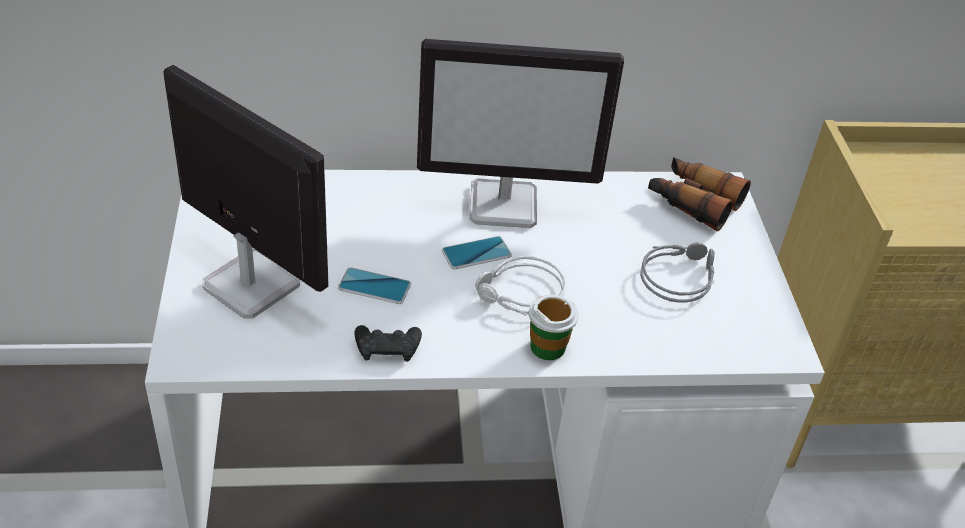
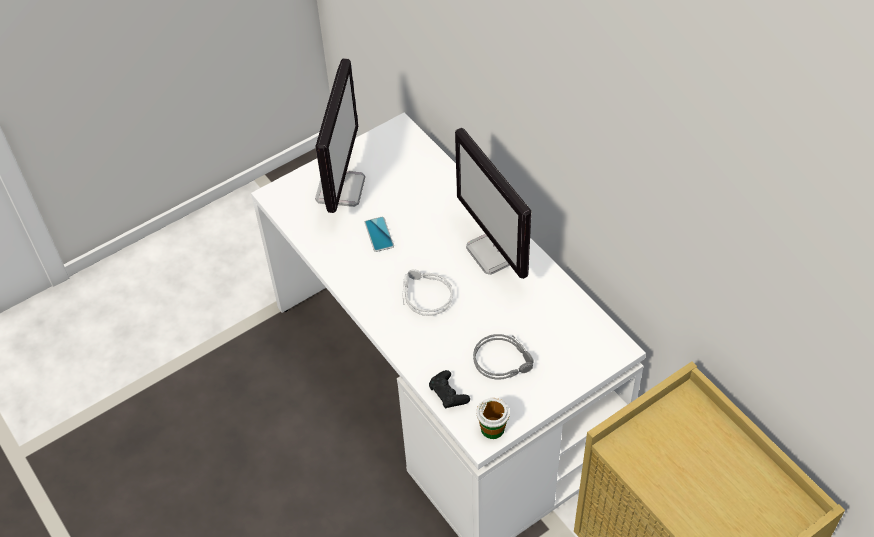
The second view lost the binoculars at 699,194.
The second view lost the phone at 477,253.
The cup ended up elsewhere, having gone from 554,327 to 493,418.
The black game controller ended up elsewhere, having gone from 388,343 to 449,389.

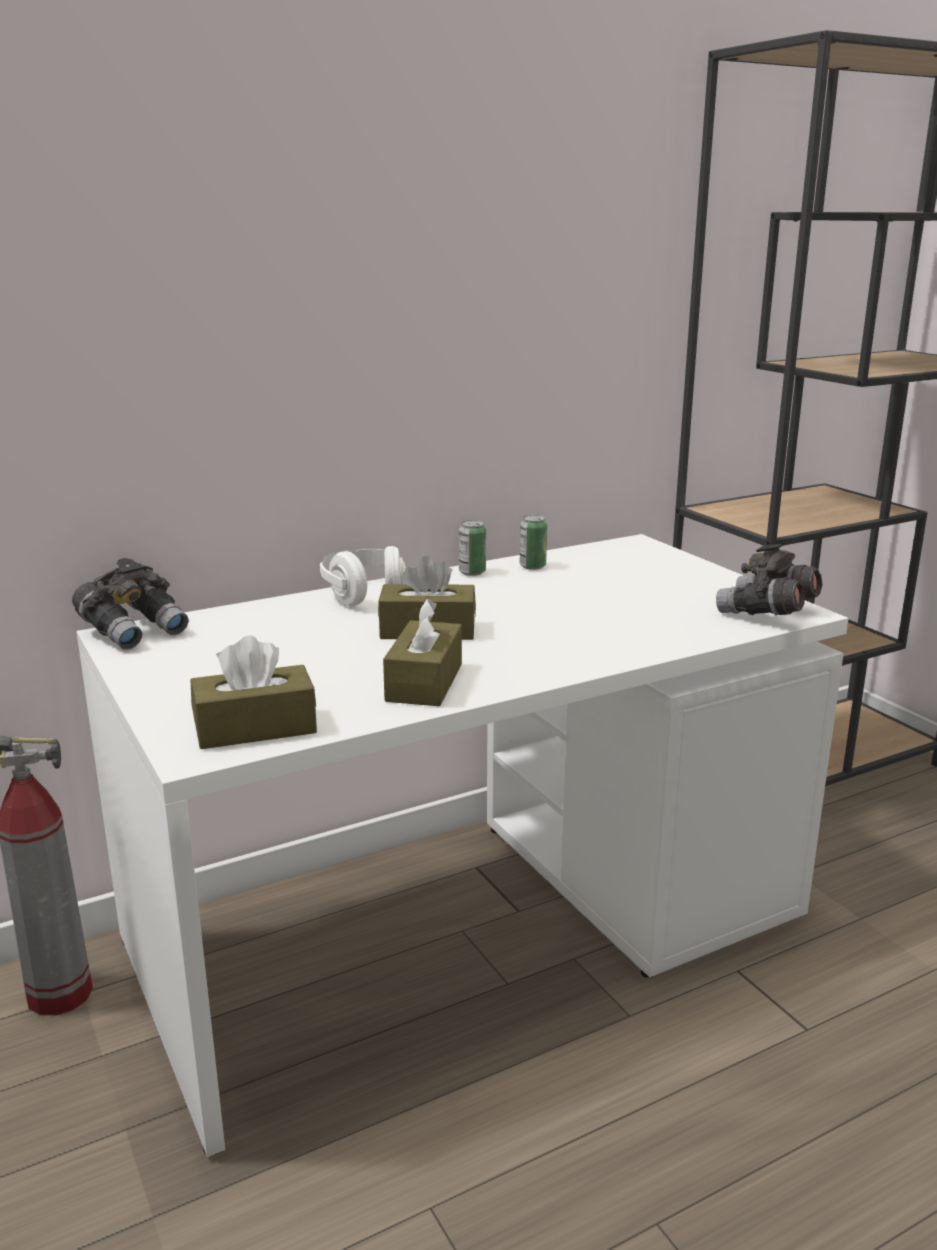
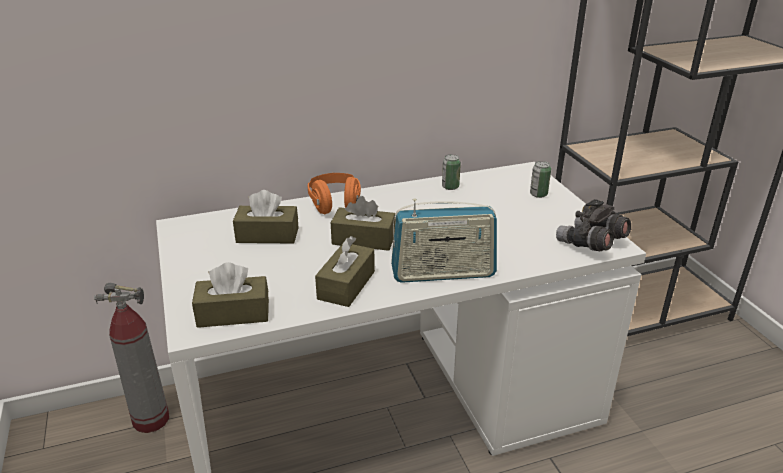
The can ended up elsewhere, having gone from 472,548 to 540,179.
What was the white headphones at 363,576 turned into the orange headphones at 334,193.
The second view lost the grey binoculars at 130,604.
The second view gained the brown tissue box at 266,217.
The second view gained the radio at 444,240.

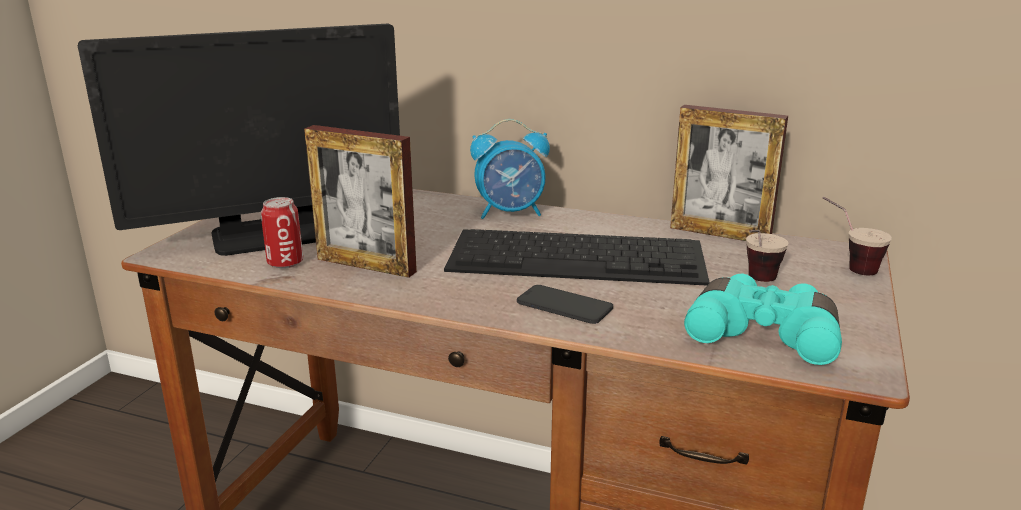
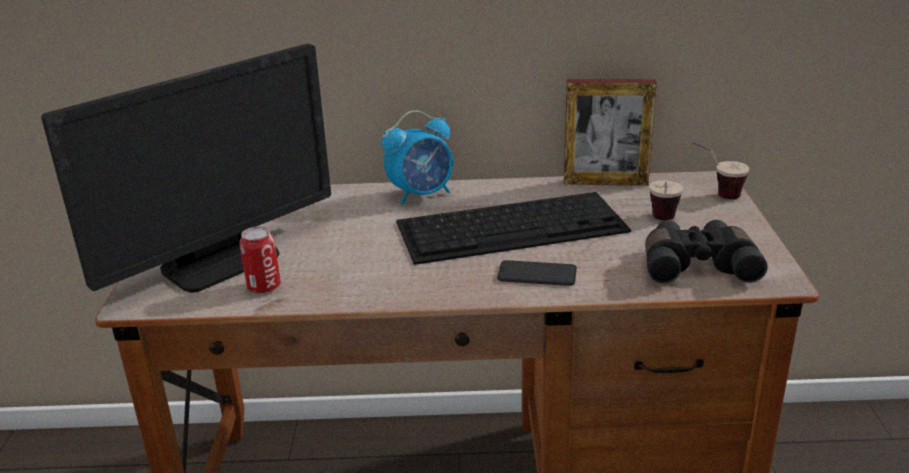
The second view lost the picture frame at 360,201.
What was the turquoise binoculars at 763,319 turned into the black binoculars at 706,251.

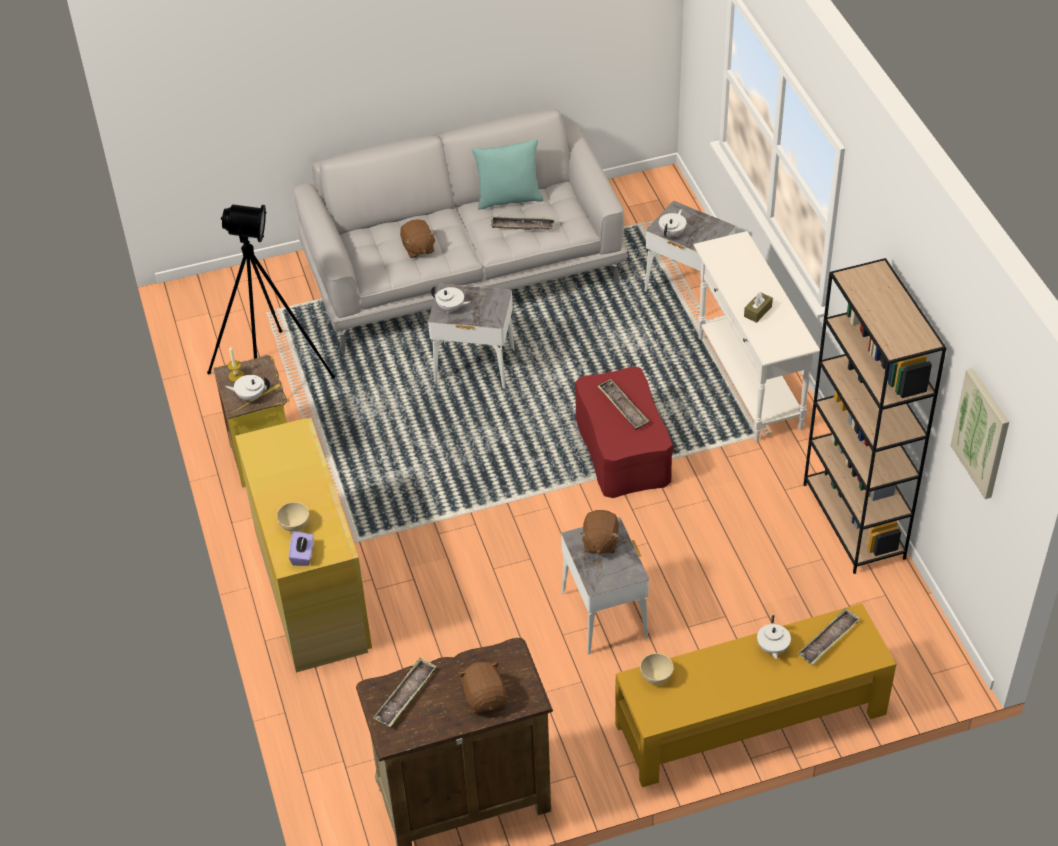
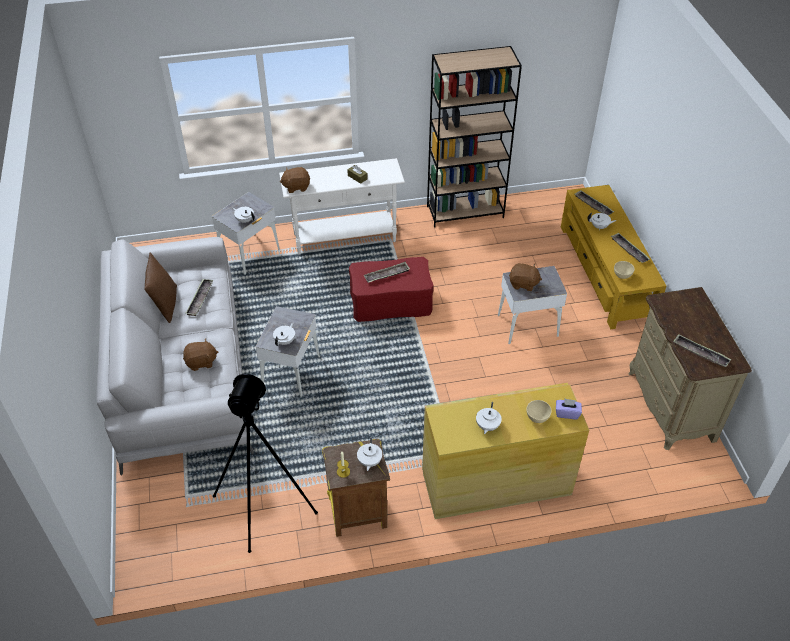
What was the turquoise pillow at 508,174 turned into the brown pillow at 160,287.
The second view lost the picture at 979,433.
The brown plush toy ended up elsewhere, having gone from 482,687 to 295,180.
The second view gained the tray at 630,248.
The second view gained the white teapot at 489,418.

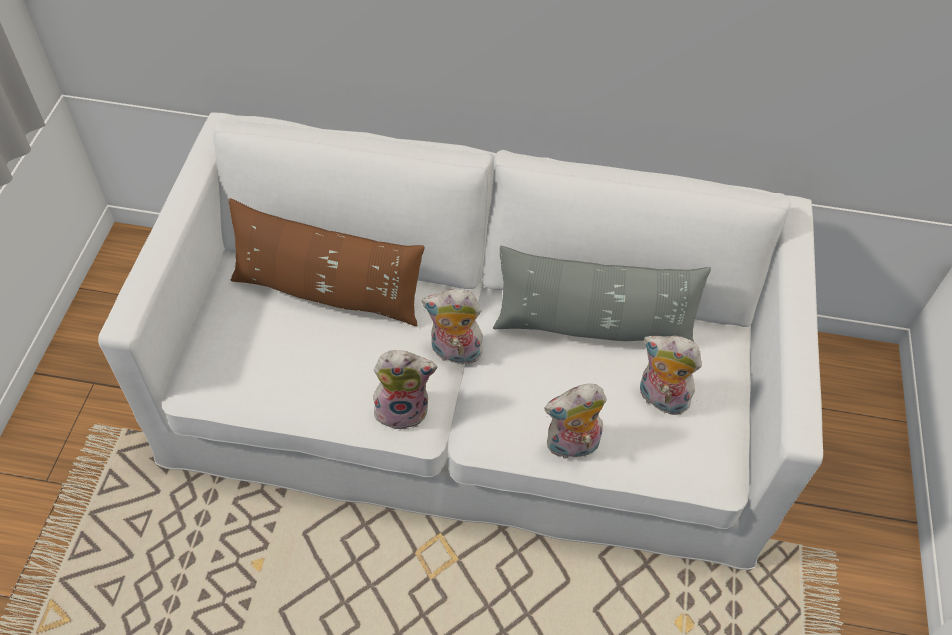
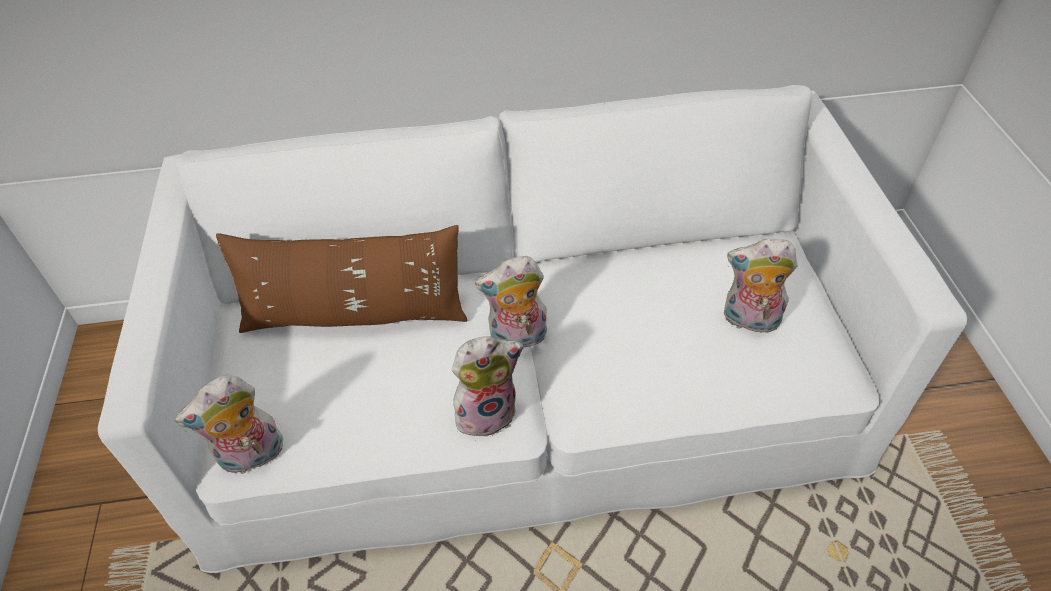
The second view lost the grey pillow at 602,294.
The plush toy ended up elsewhere, having gone from 575,421 to 229,425.

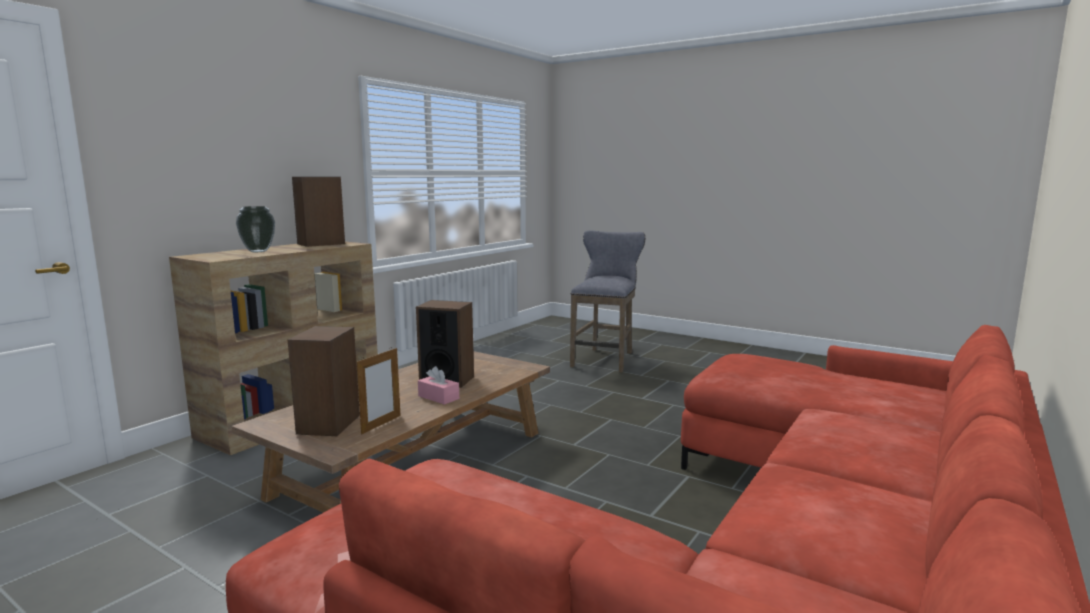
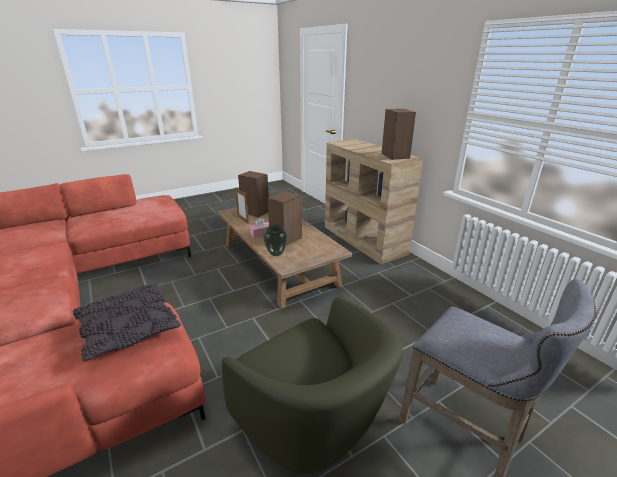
The vase ended up elsewhere, having gone from 255,229 to 275,240.
The second view gained the black pillow at 127,322.
The second view gained the green armchair at 312,385.

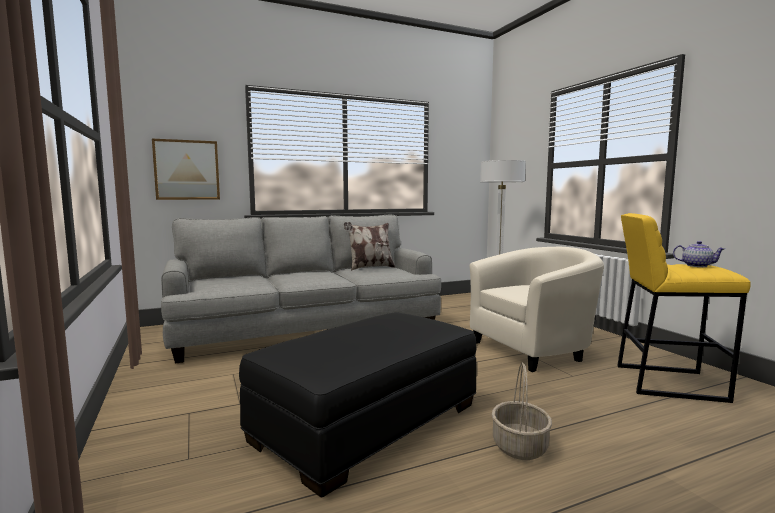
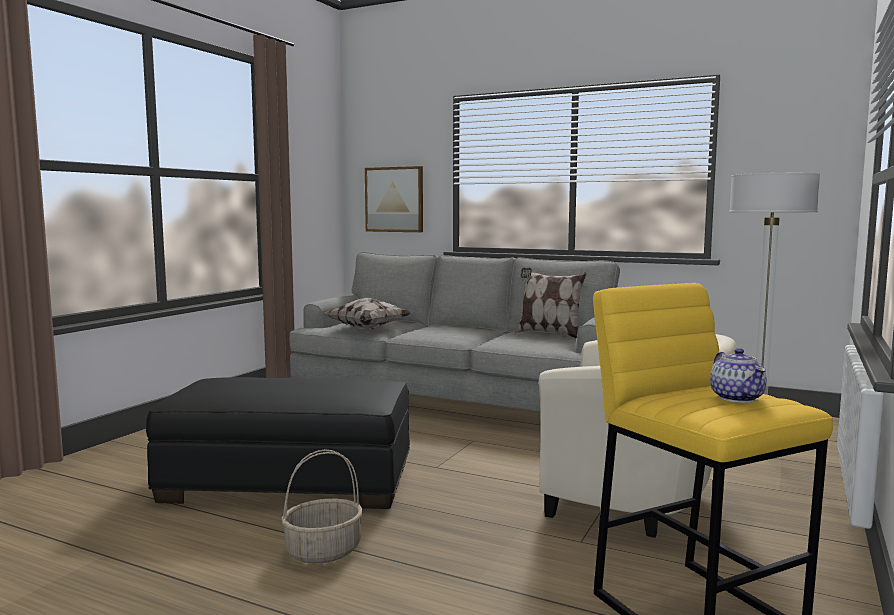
The second view gained the pillow at 367,313.

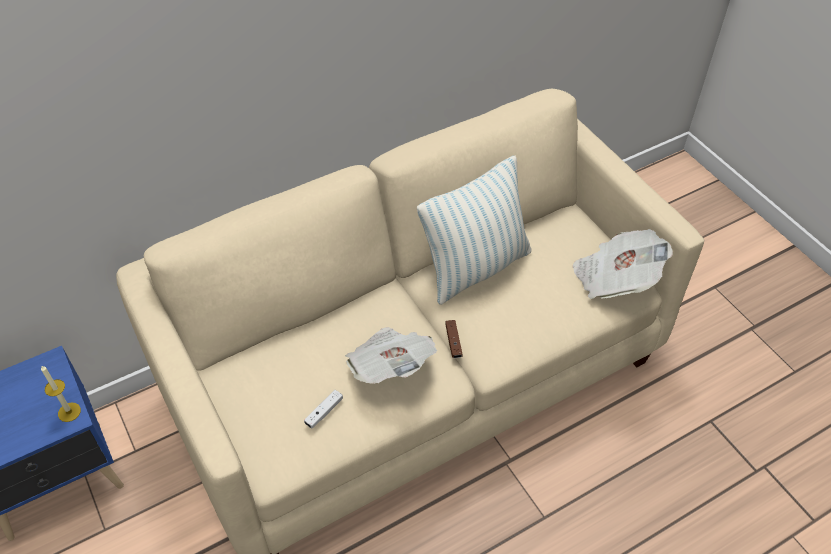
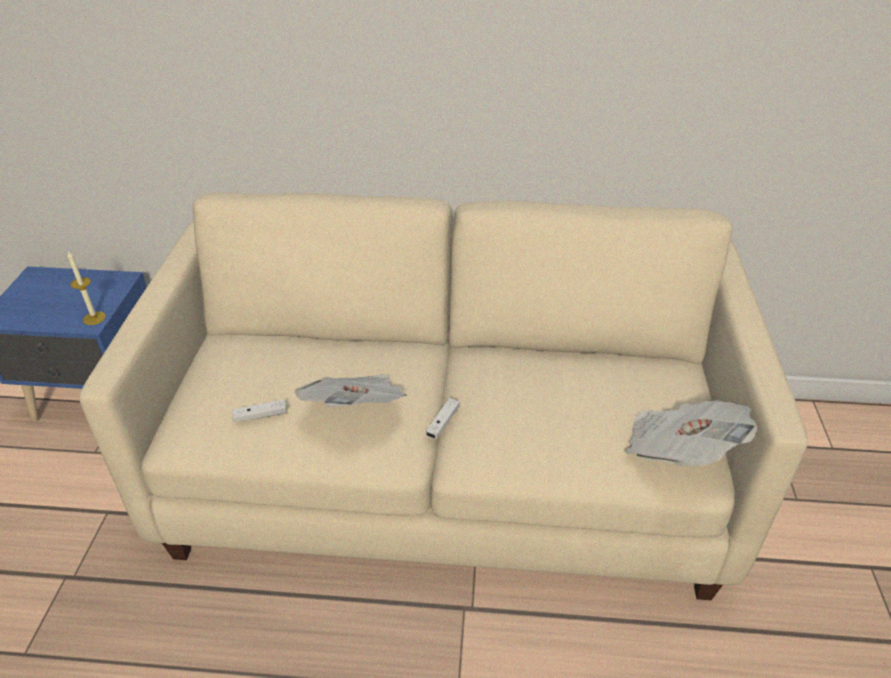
The second view lost the pillow at 474,230.
What was the brown game controller at 454,339 turned into the white game controller at 443,418.

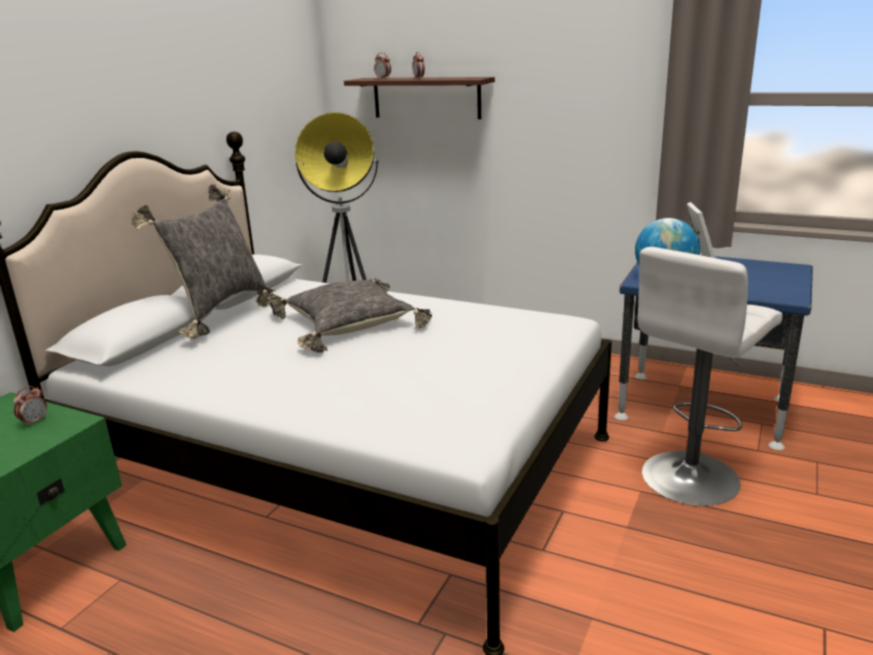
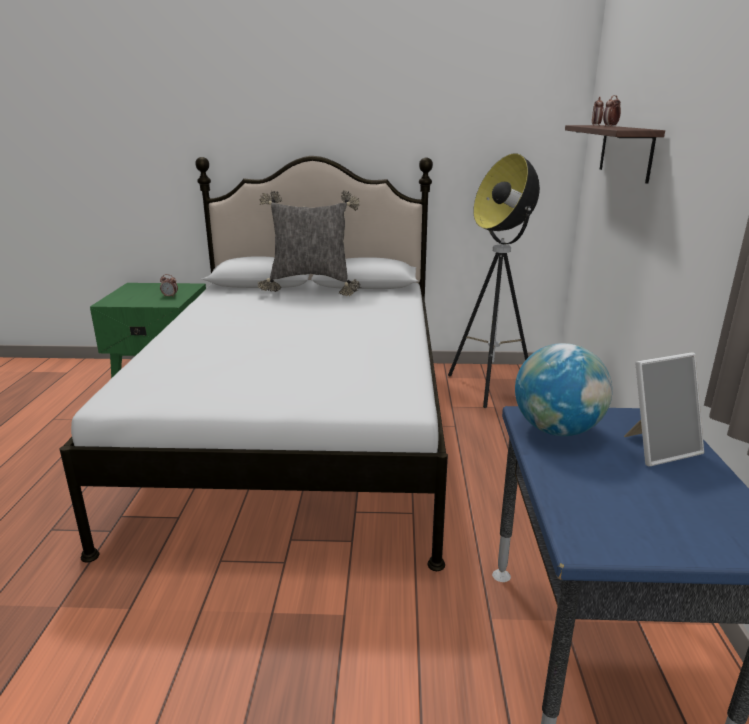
The second view lost the white stool at 710,376.
The second view lost the pillow at 350,315.

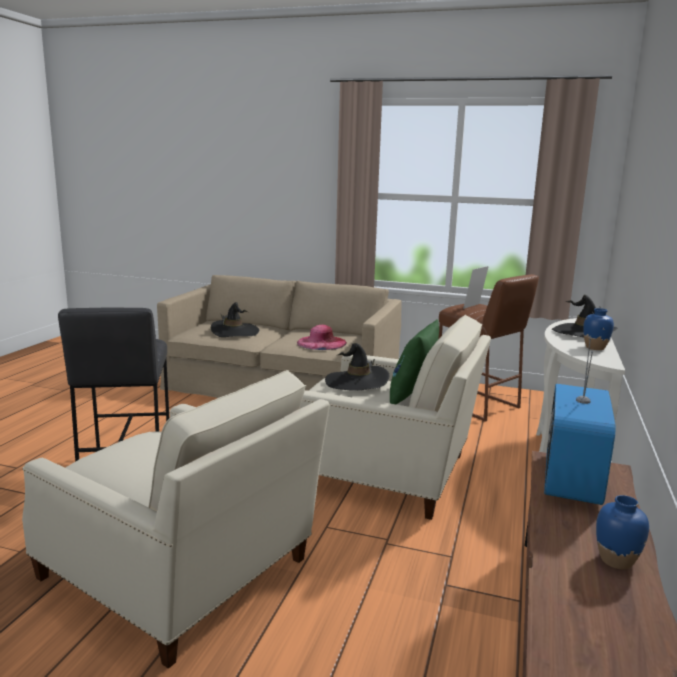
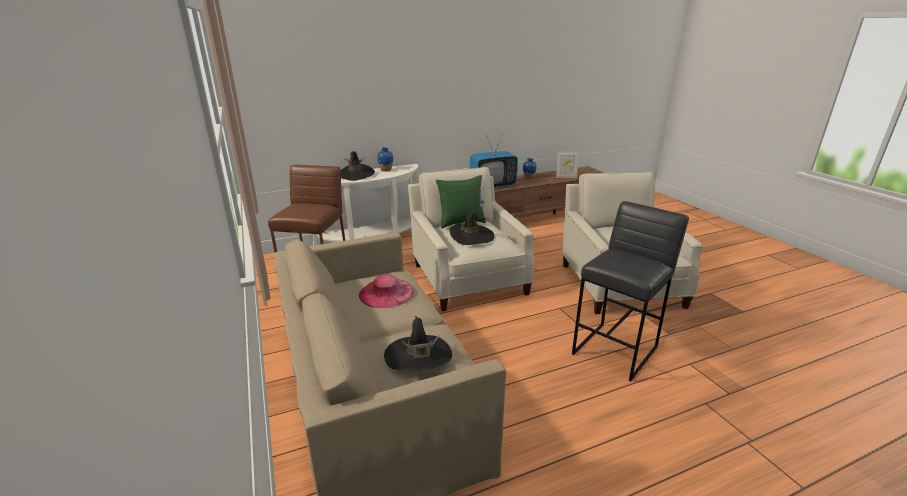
The picture frame ended up elsewhere, having gone from 476,287 to 567,164.

